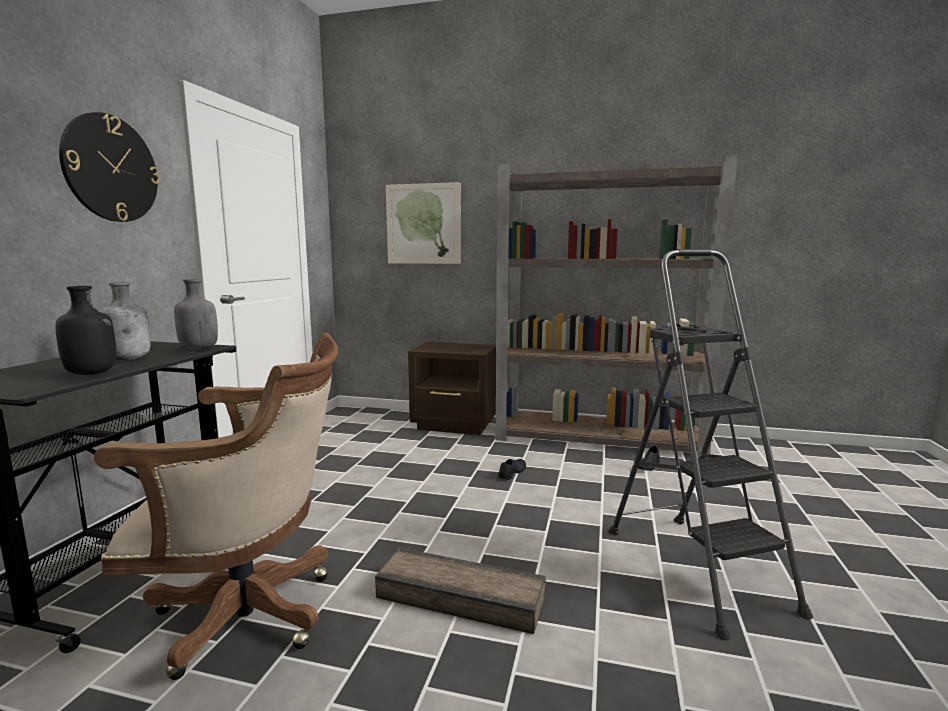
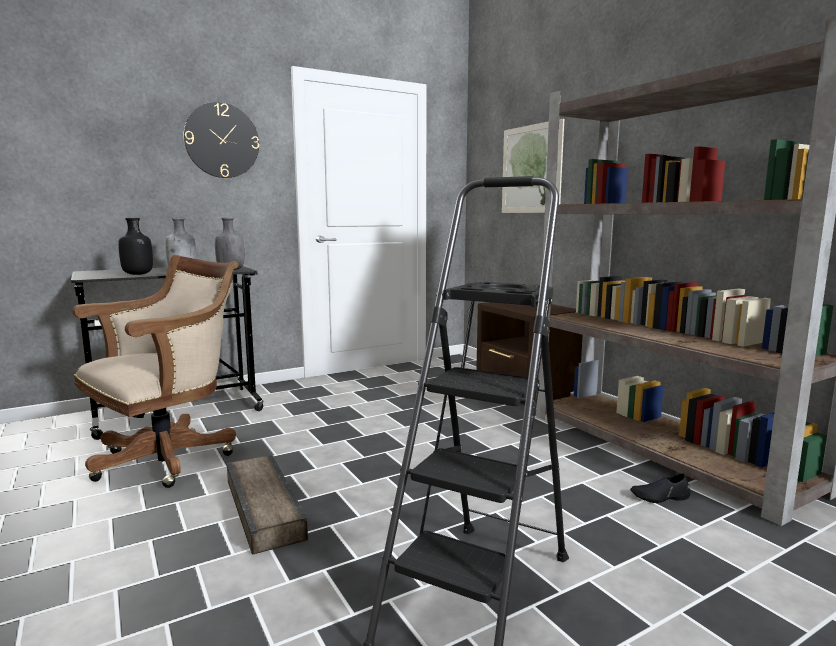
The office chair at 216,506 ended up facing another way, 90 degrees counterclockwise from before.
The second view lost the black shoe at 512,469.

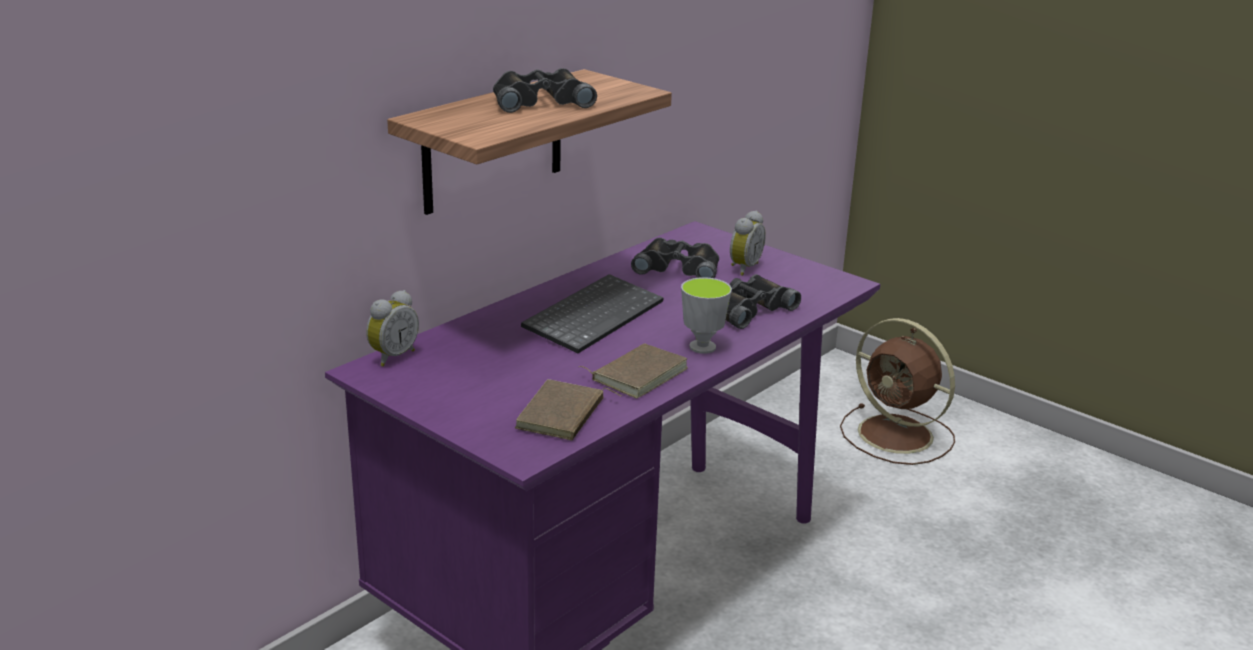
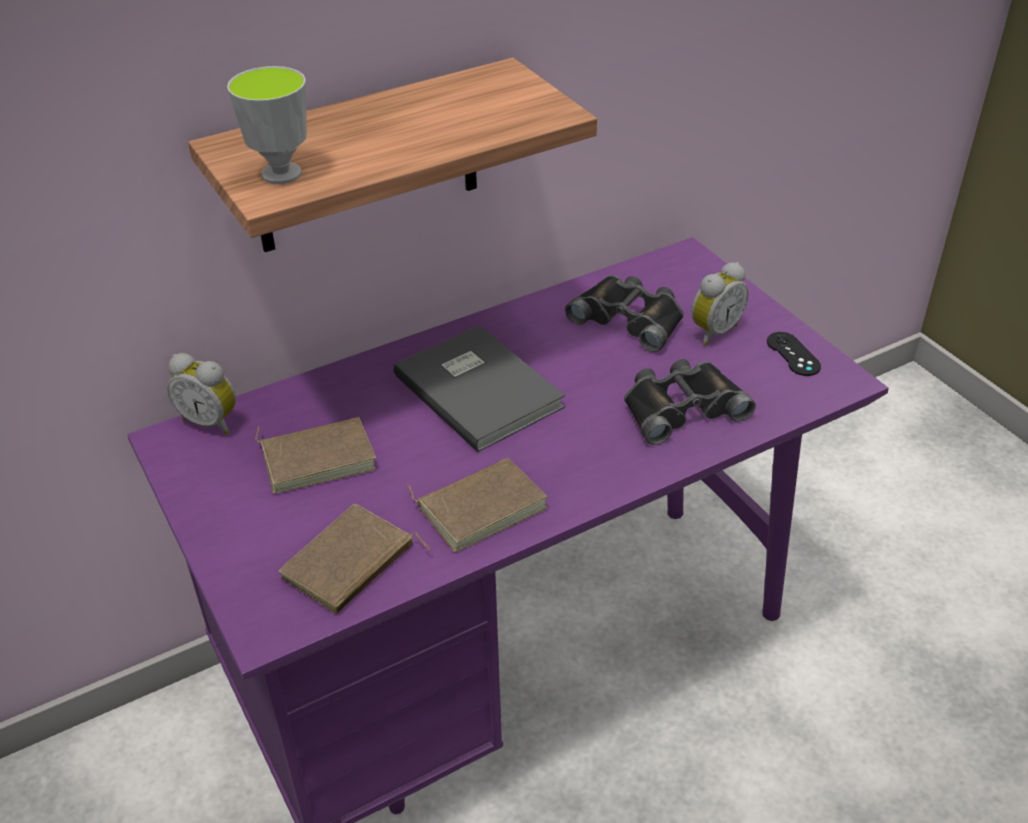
The second view lost the black binoculars at 545,90.
Where the keyboard stood at 592,313, the grey book came to stand at 479,389.
The cup ended up elsewhere, having gone from 706,315 to 267,125.
The alarm clock at 392,328 ended up facing another way, 60 degrees clockwise from before.
The second view lost the brown fan at 897,391.
The second view gained the black game controller at 794,354.
The second view gained the brown book at 315,455.

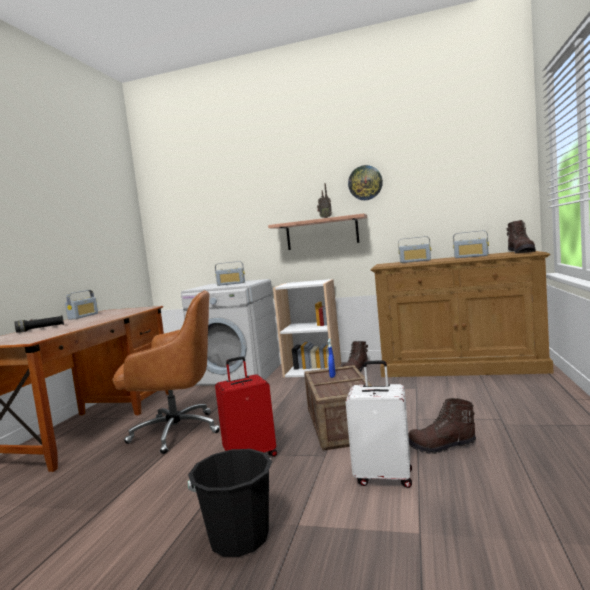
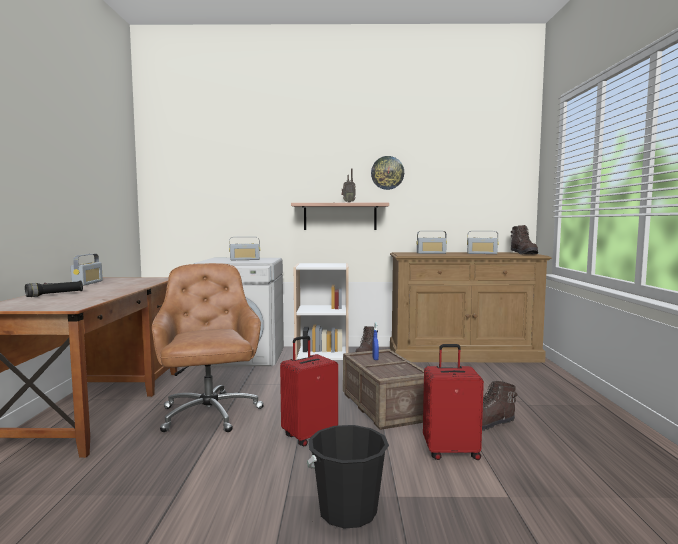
The brown office chair at 166,372 ended up facing another way, 90 degrees counterclockwise from before.
What was the white suitcase at 379,424 turned into the red suitcase at 453,402.

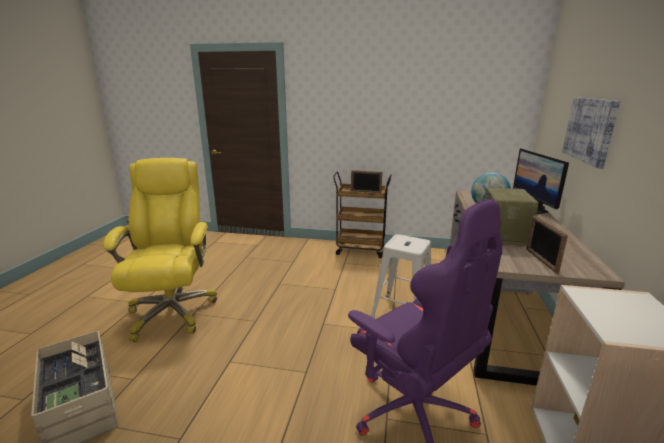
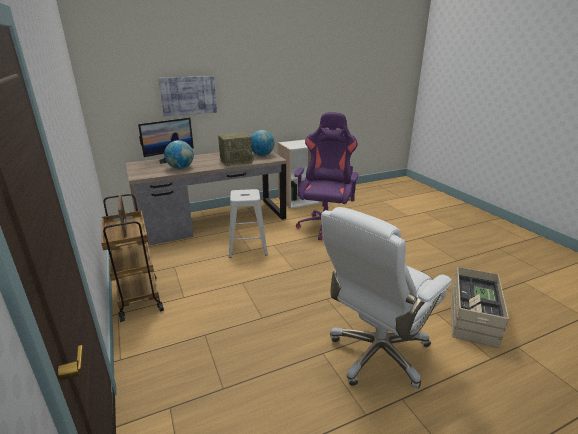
What was the yellow office chair at 160,250 turned into the white office chair at 386,298.
Where the picture frame stood at 547,244, the globe came to stand at 262,143.

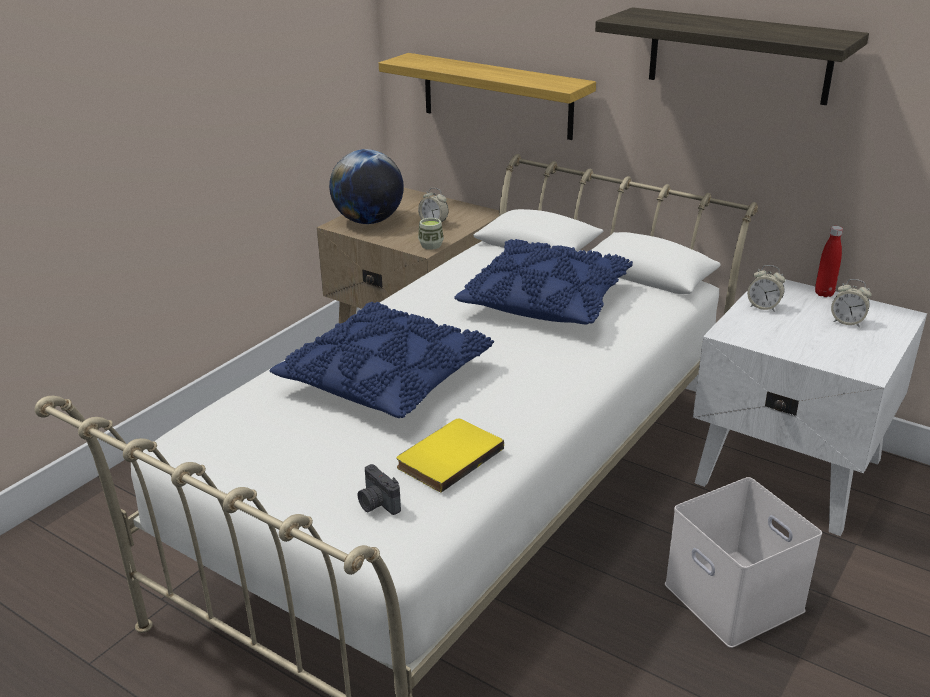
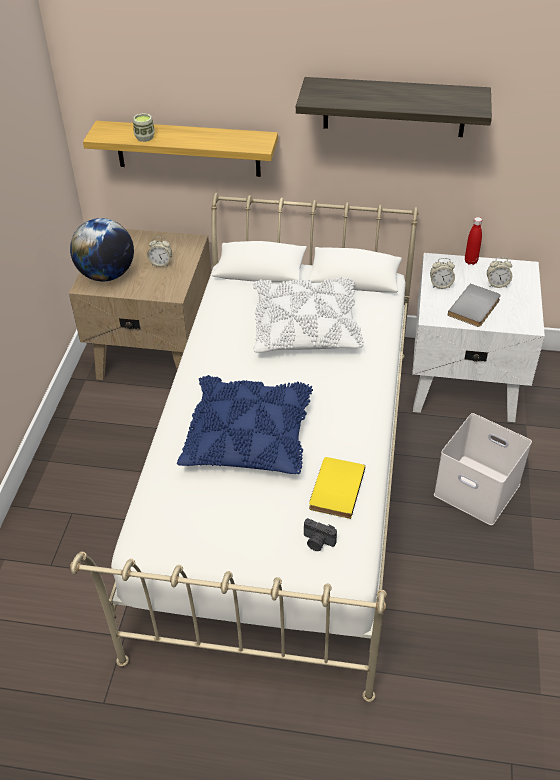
The cup ended up elsewhere, having gone from 431,234 to 144,127.
What was the blue pillow at 543,282 turned into the white pillow at 307,314.
The second view gained the grey book at 474,305.

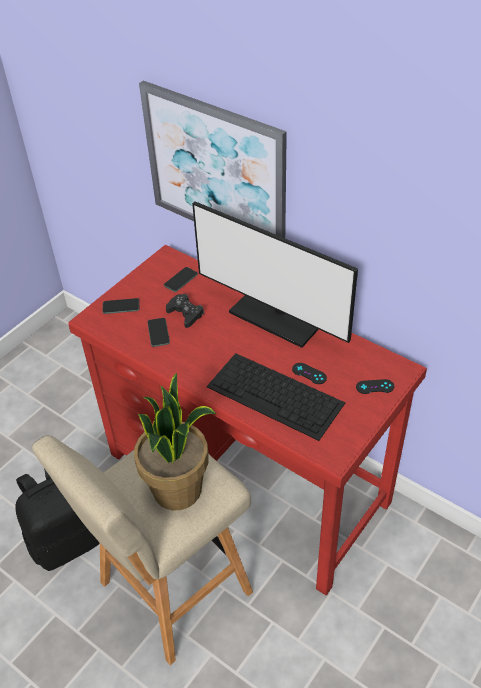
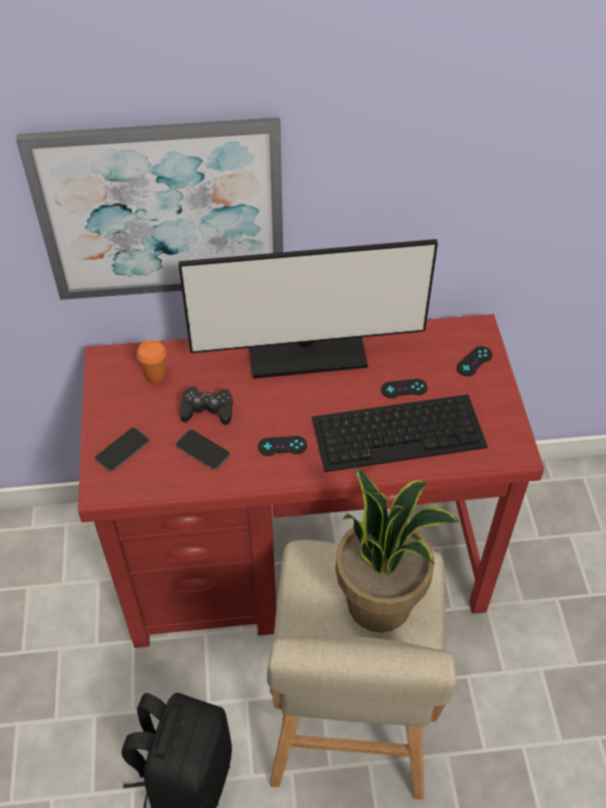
Where the phone stood at 180,279, the orange cup came to stand at 151,361.
The second view gained the black game controller at 282,446.

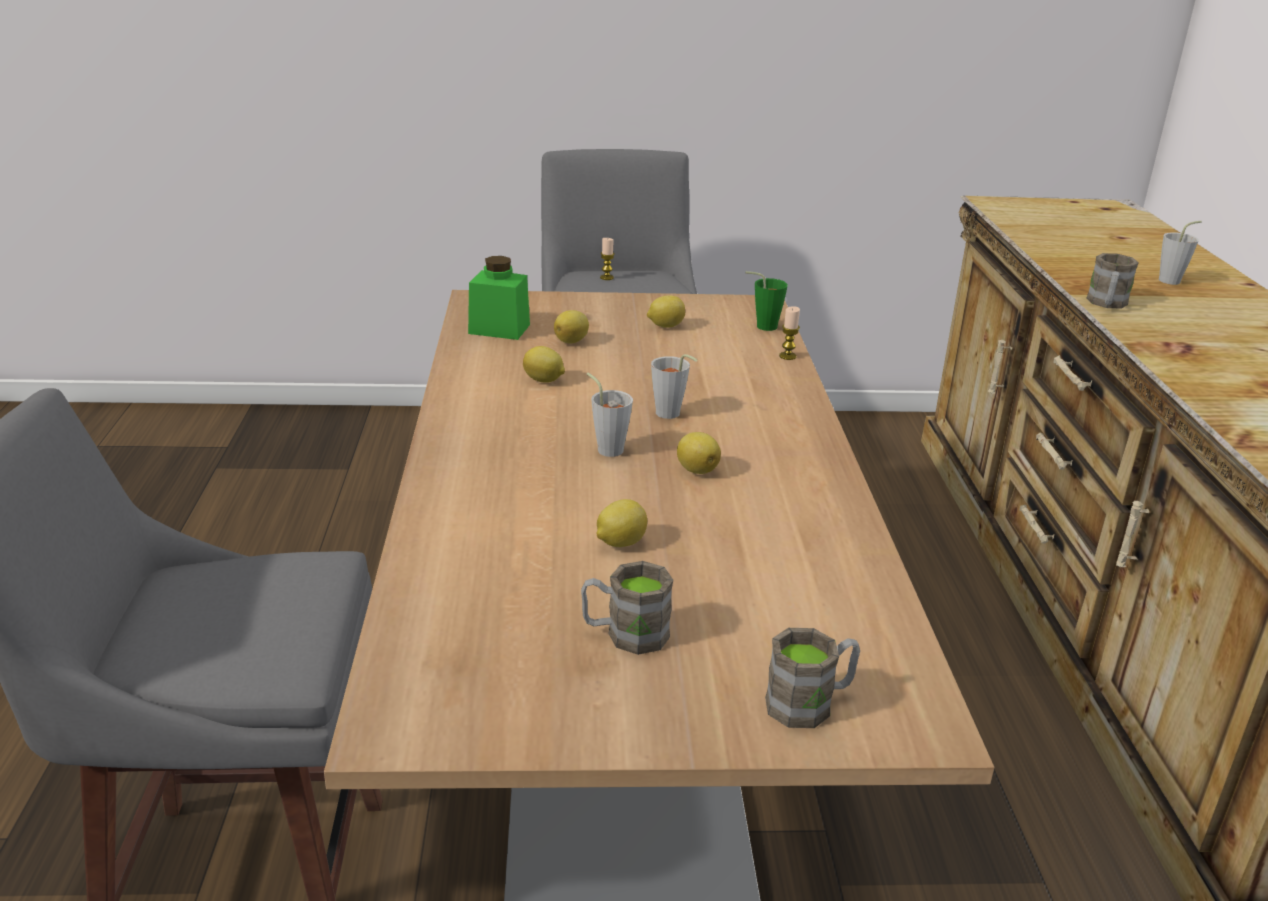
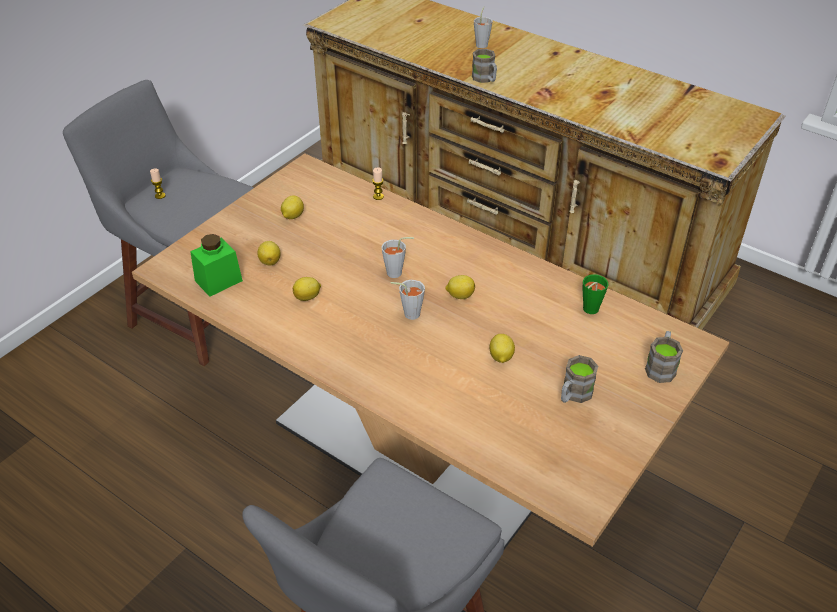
The green cup ended up elsewhere, having gone from 766,301 to 596,294.

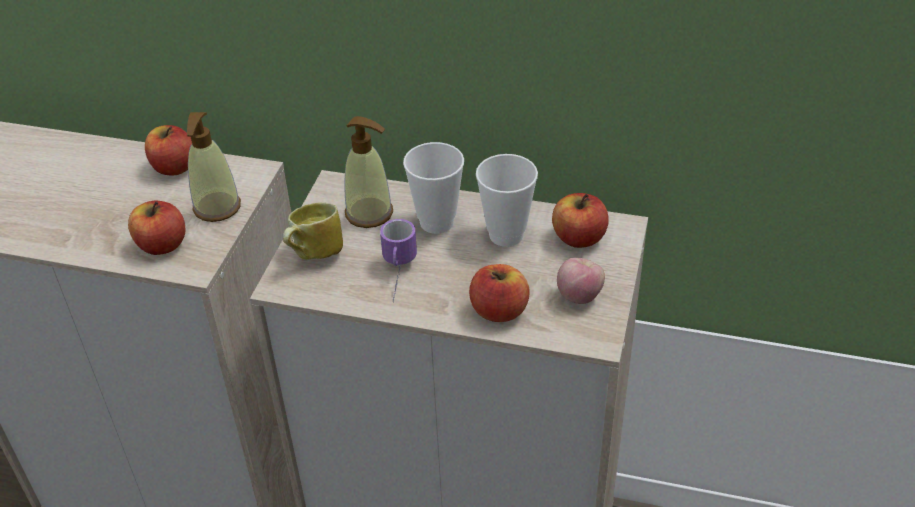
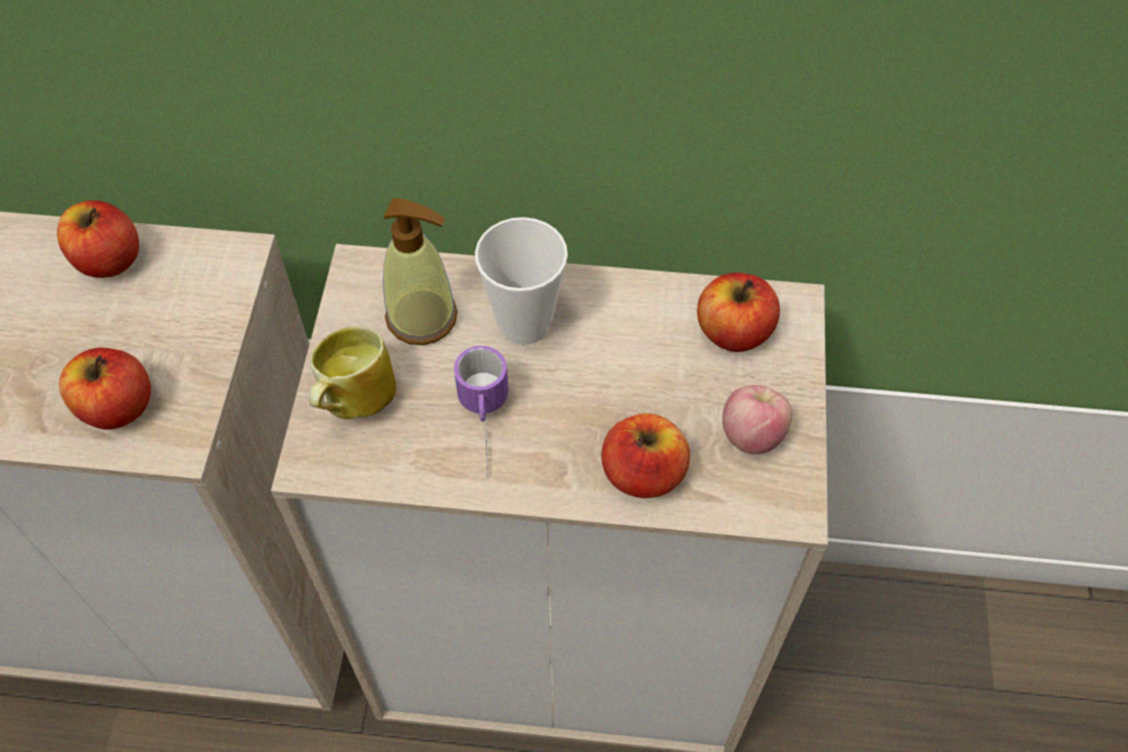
The second view lost the soap dispenser at 214,167.
The second view lost the cup at 507,200.

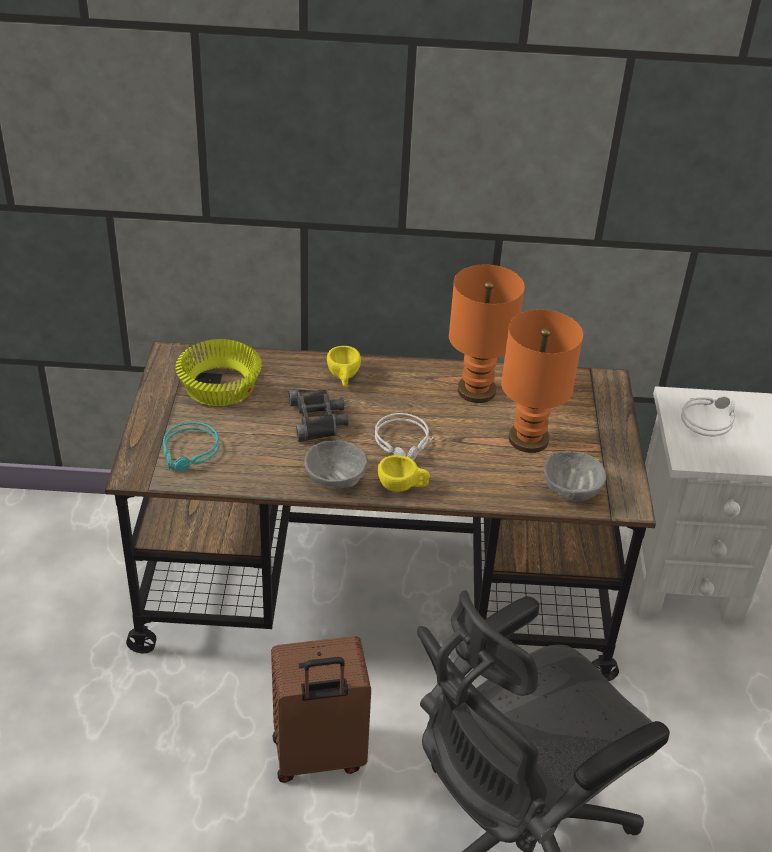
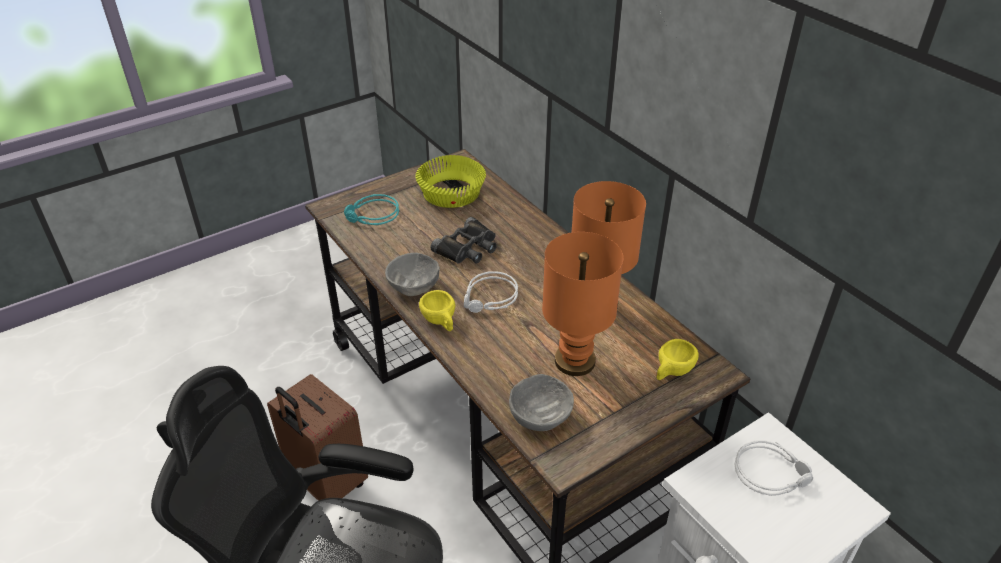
The yellow cup ended up elsewhere, having gone from 344,366 to 678,359.

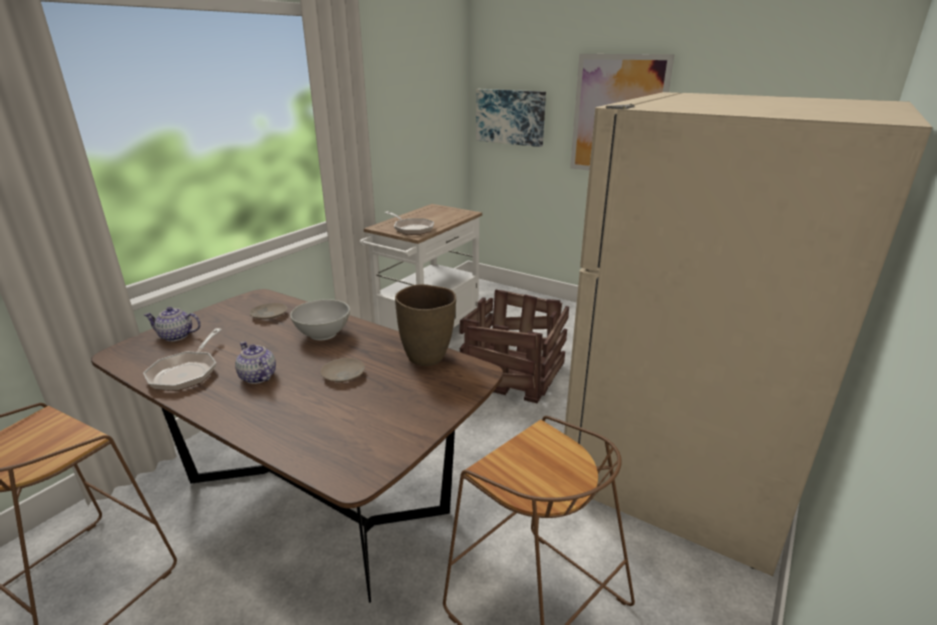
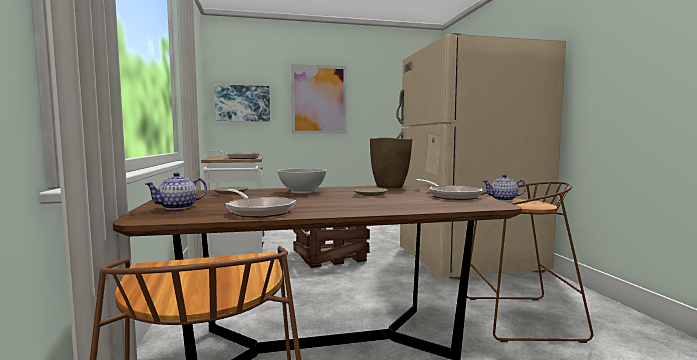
The teapot ended up elsewhere, having gone from 255,363 to 504,187.
The second view gained the frying pan at 449,189.

